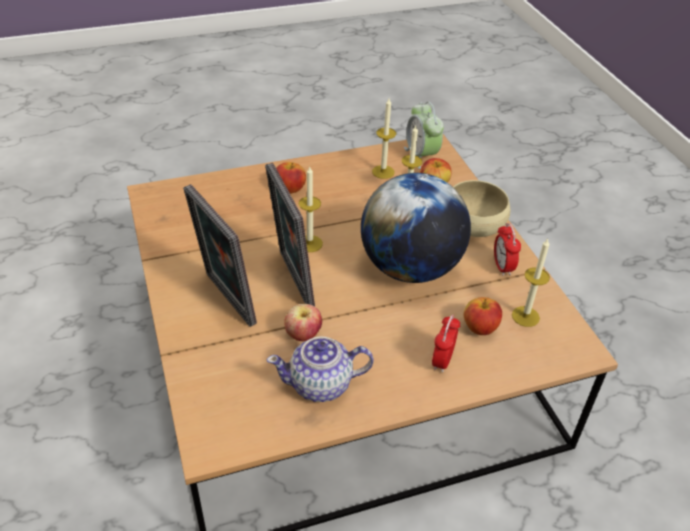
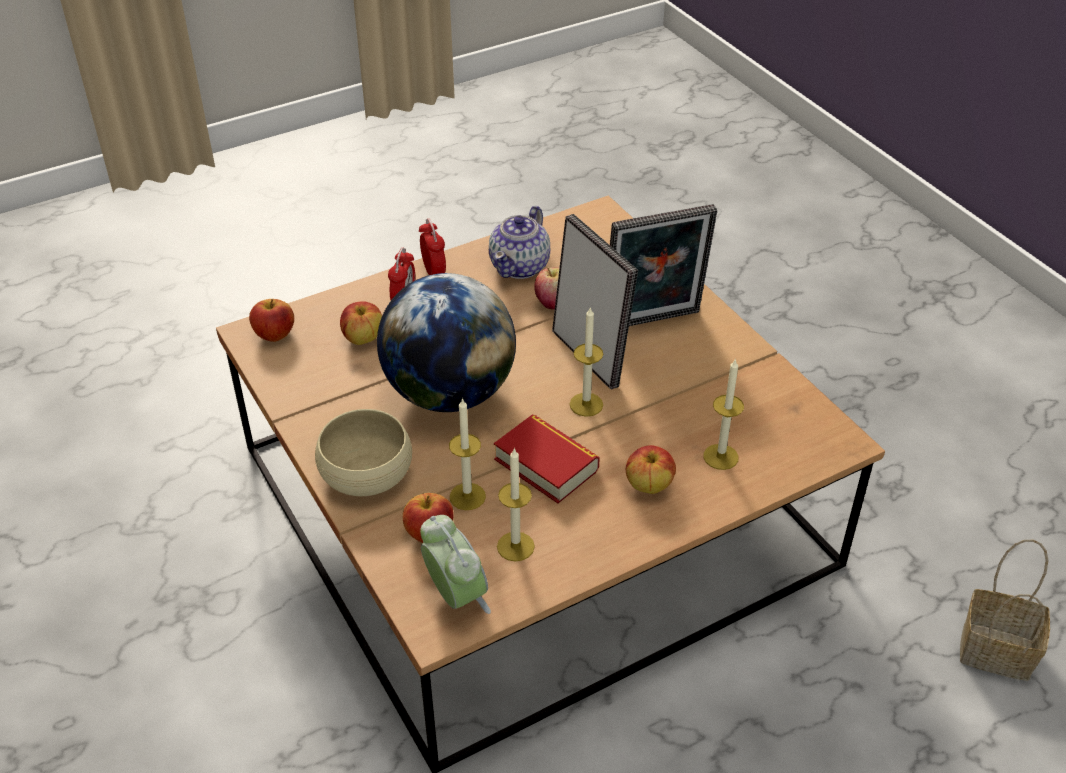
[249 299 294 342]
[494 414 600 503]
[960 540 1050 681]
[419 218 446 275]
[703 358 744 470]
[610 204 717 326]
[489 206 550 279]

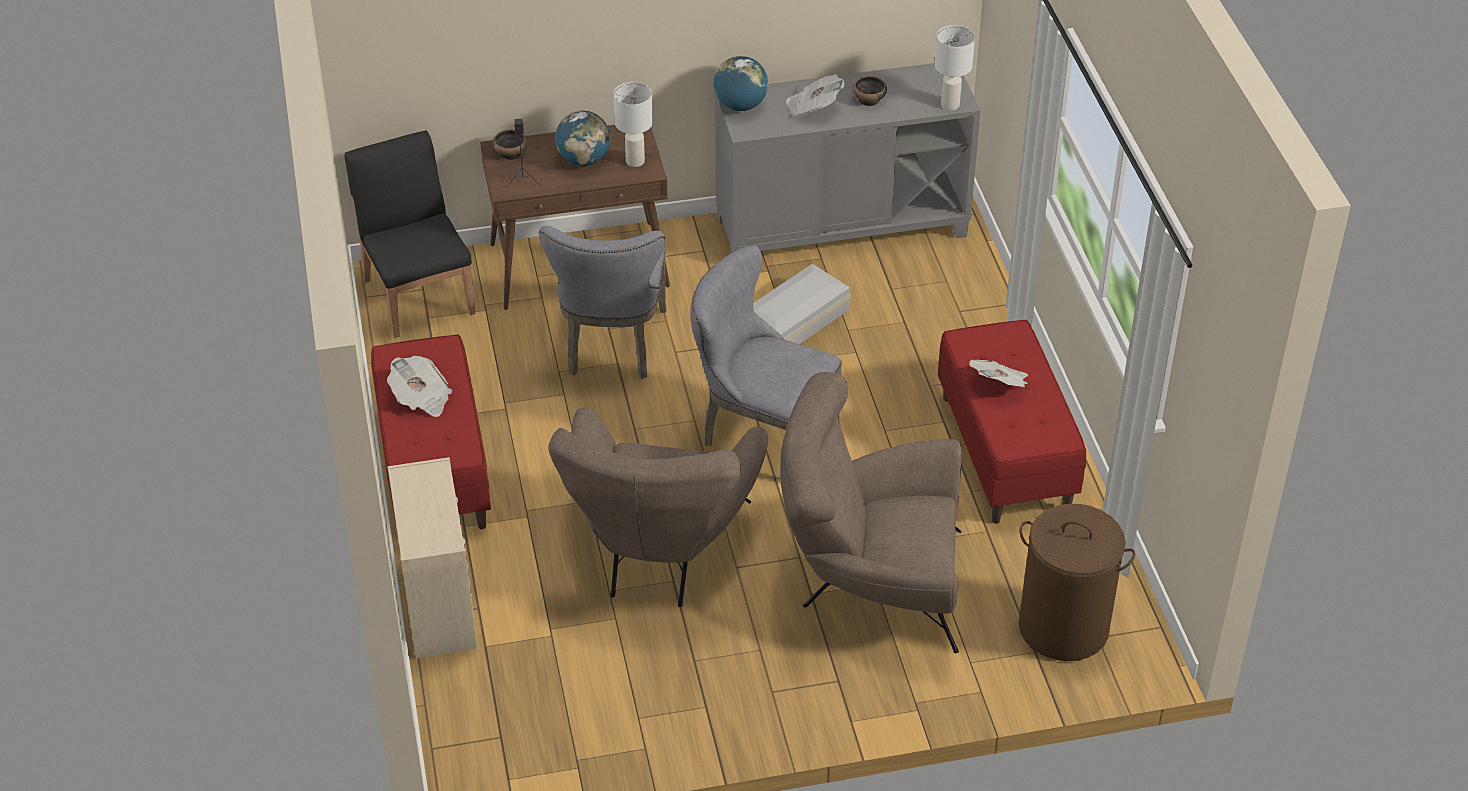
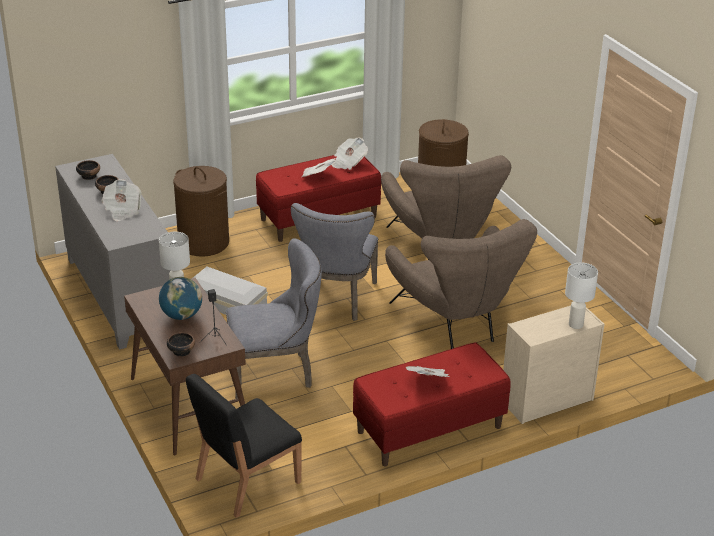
[713 56 768 111] (first image)
[76 160 100 180]
[173 166 229 257]
[332 138 368 170]
[565 263 598 329]
[385 219 537 349]

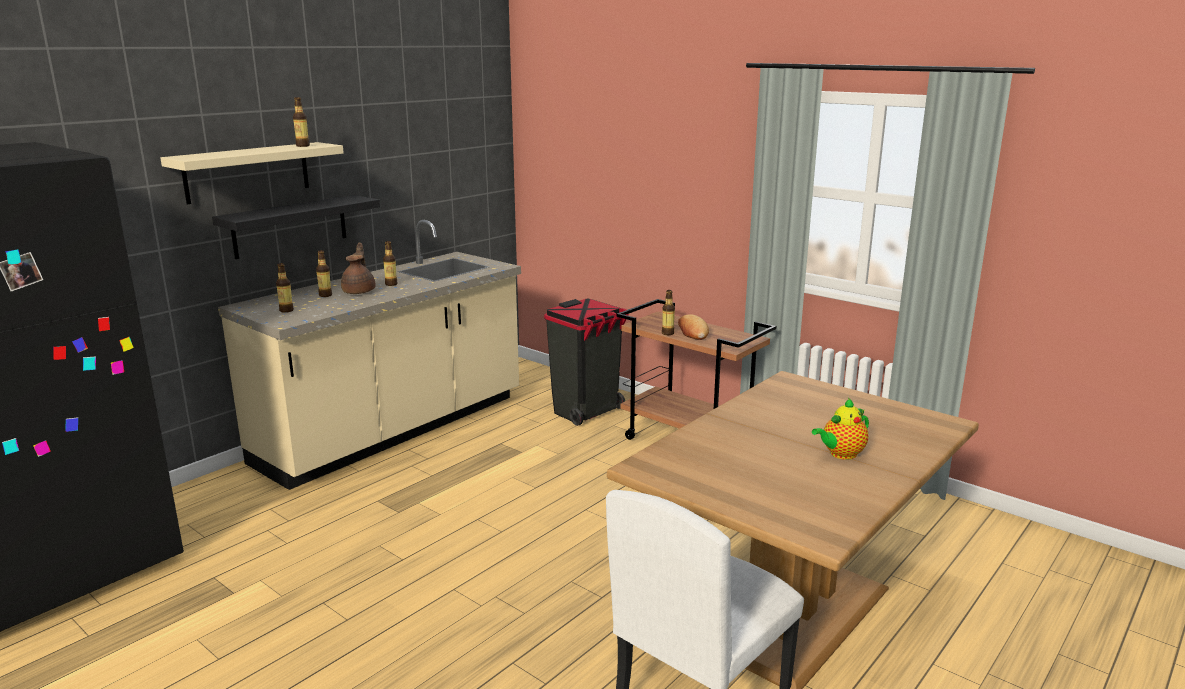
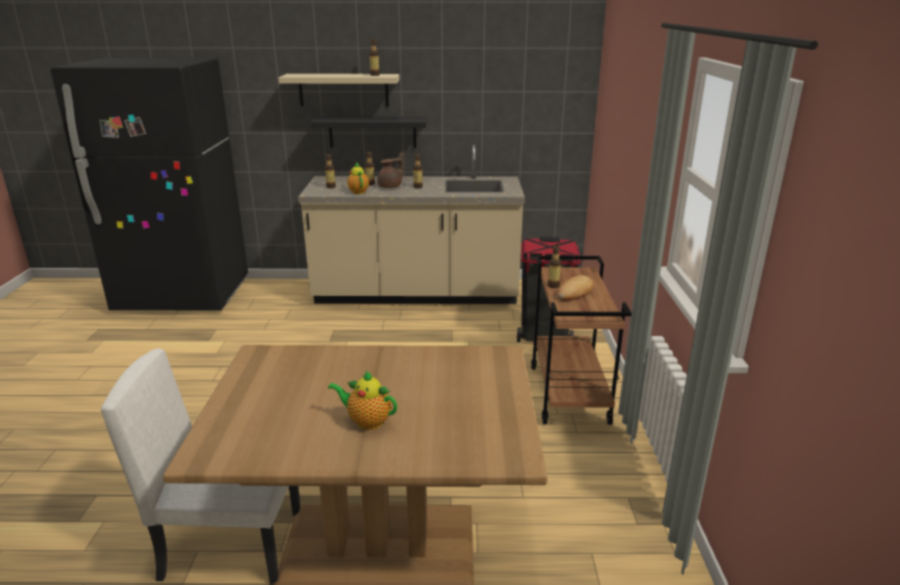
[347 163 369 194]

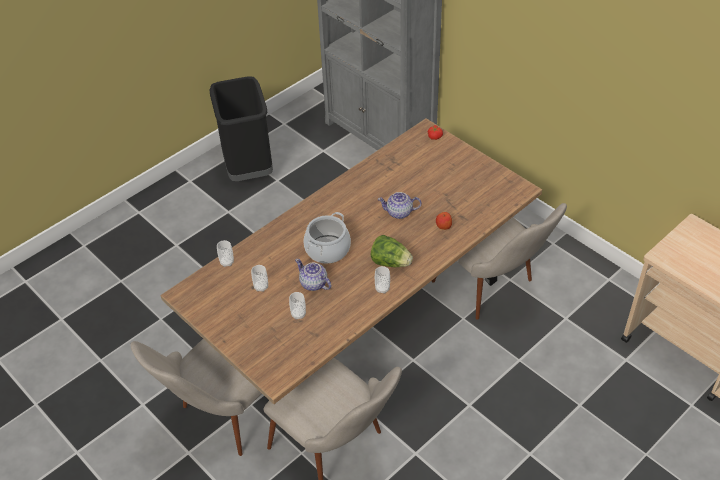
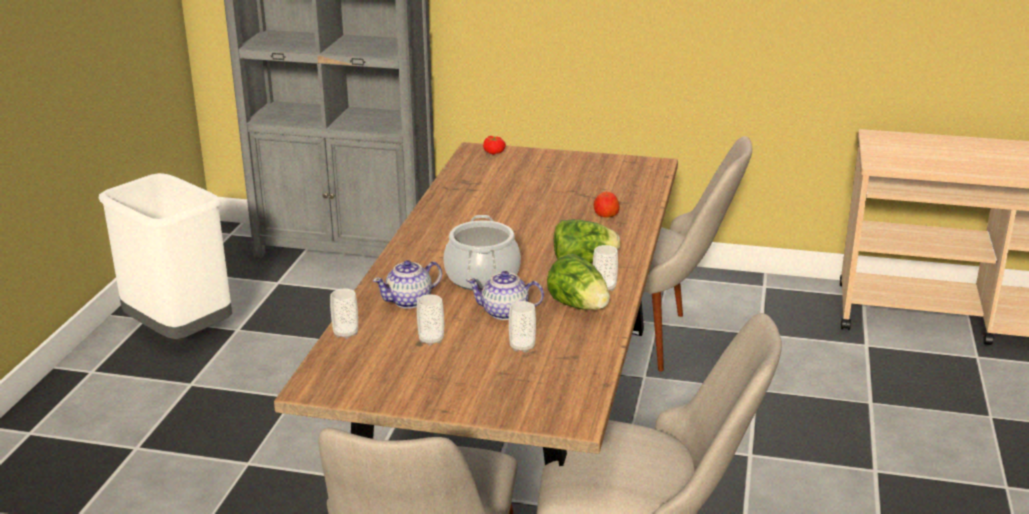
[547 254 610 310]
[373 260 442 309]
[99 173 232 339]

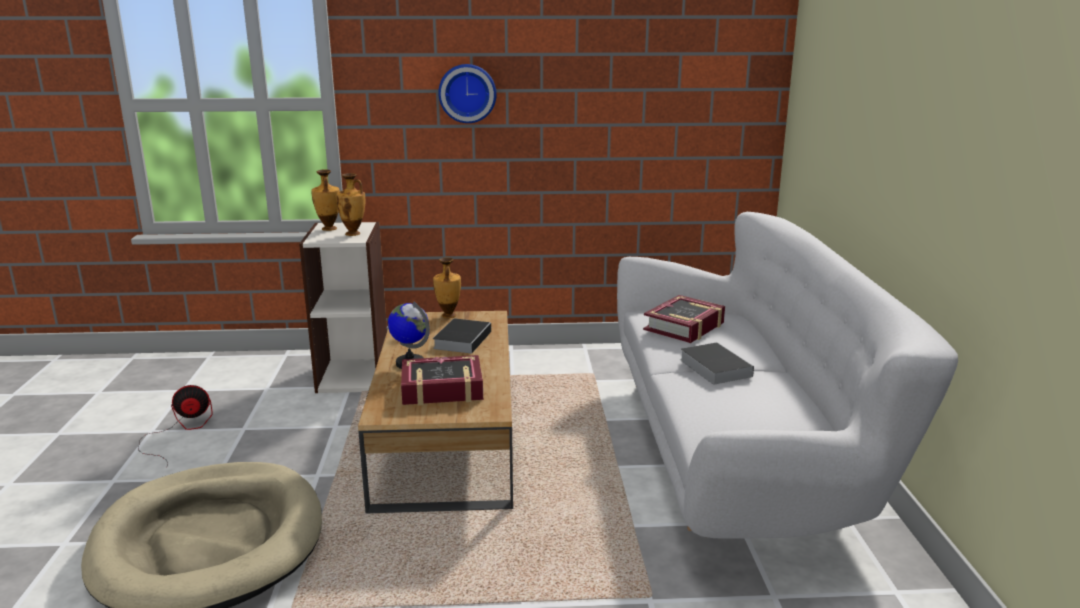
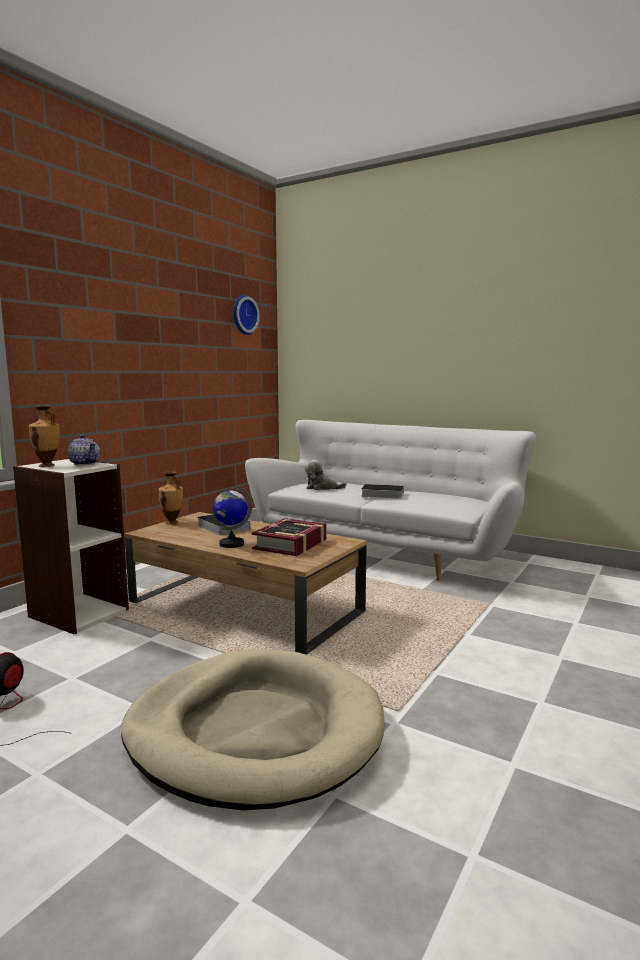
[233 295 260 335]
[67 435 100 465]
[305 460 346 490]

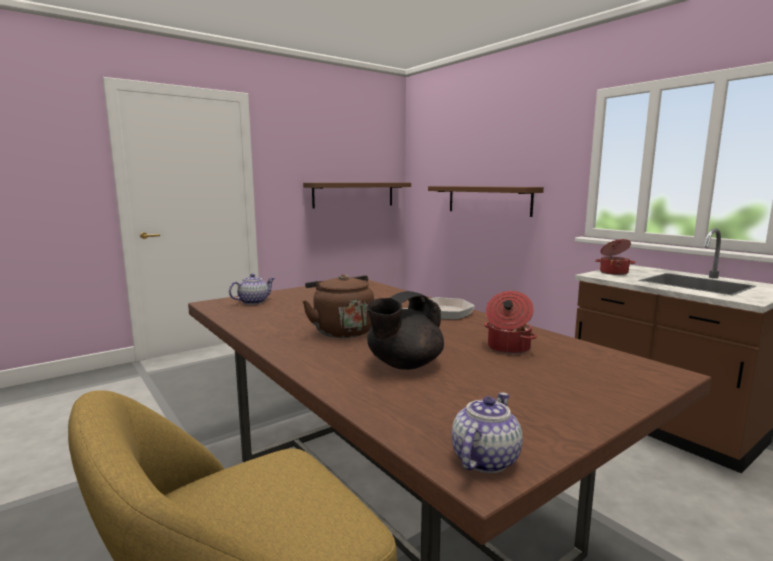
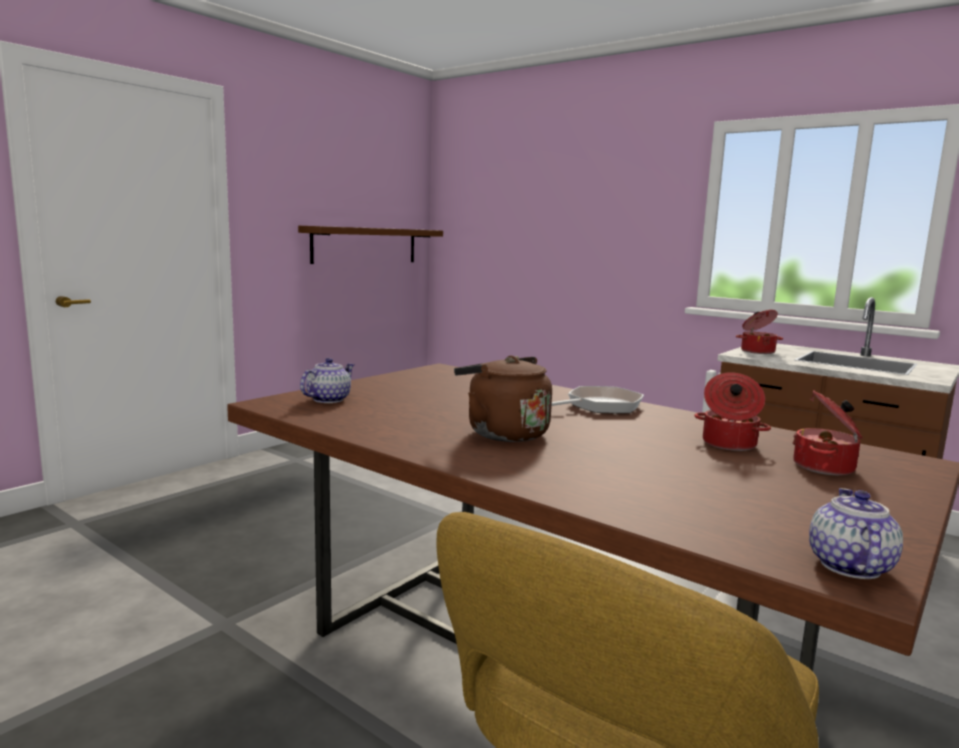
[367 291 444 370] (first image)
[428 186 544 217] (first image)
[792 390 862 475]

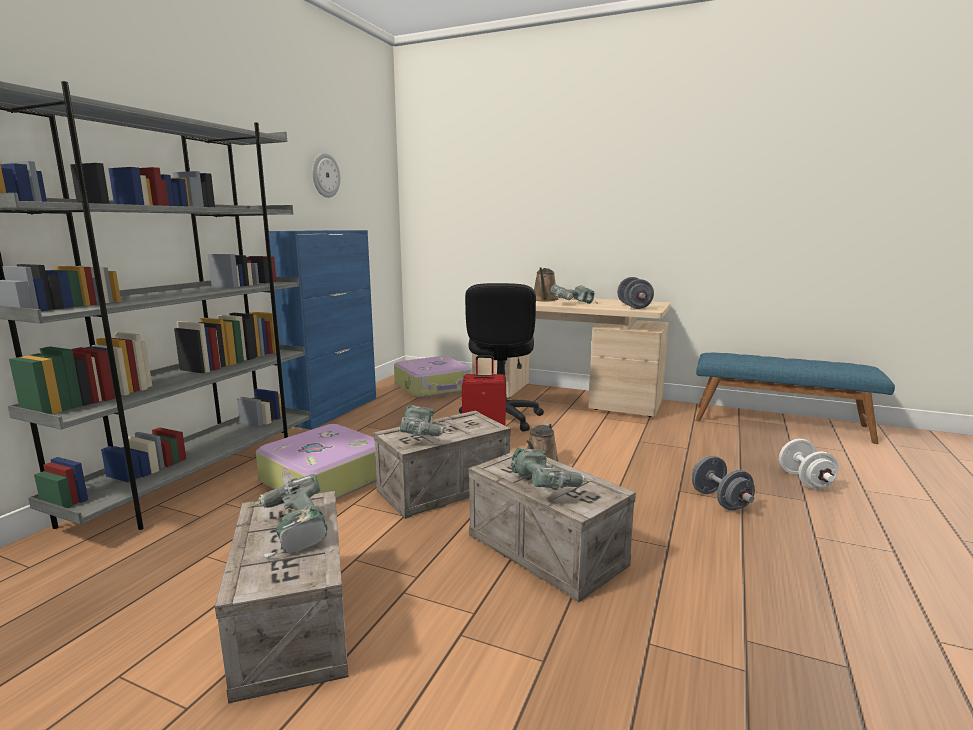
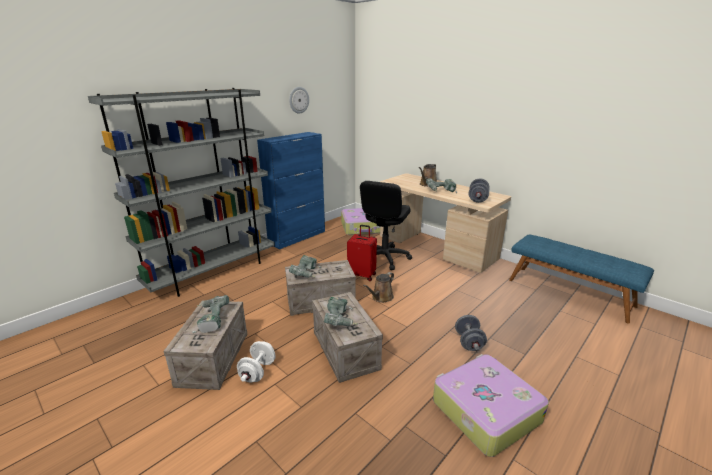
[433 354 549 457]
[237 341 276 382]

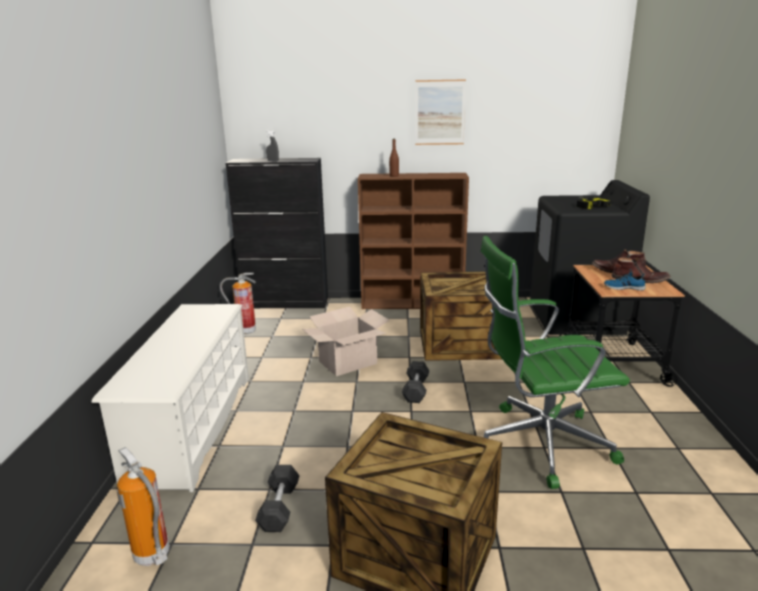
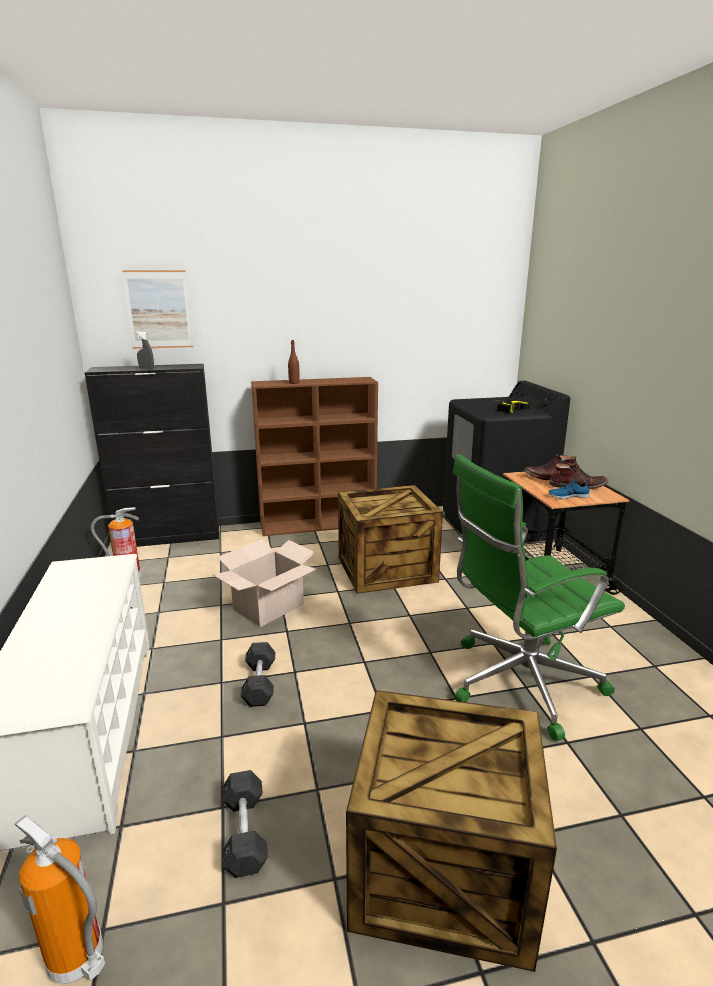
[241 642 275 707]
[122 270 193 349]

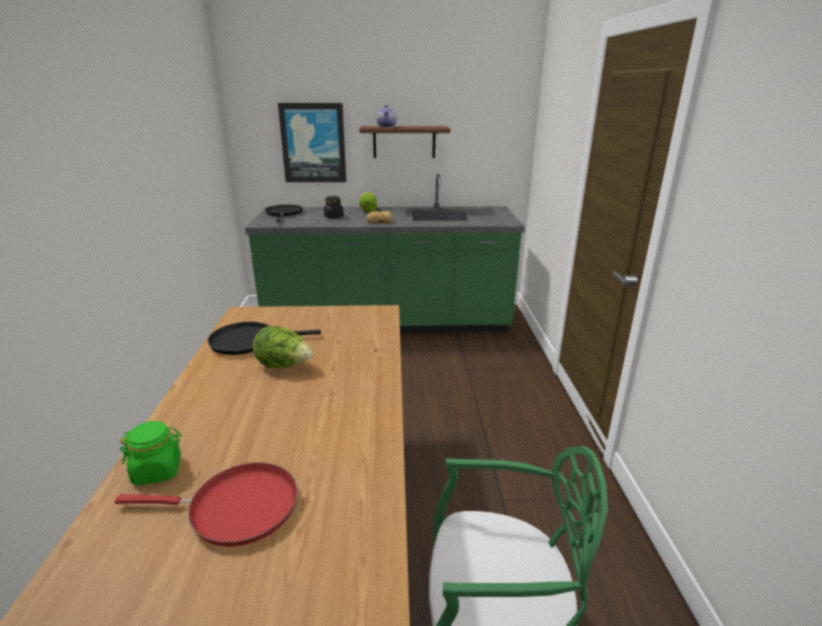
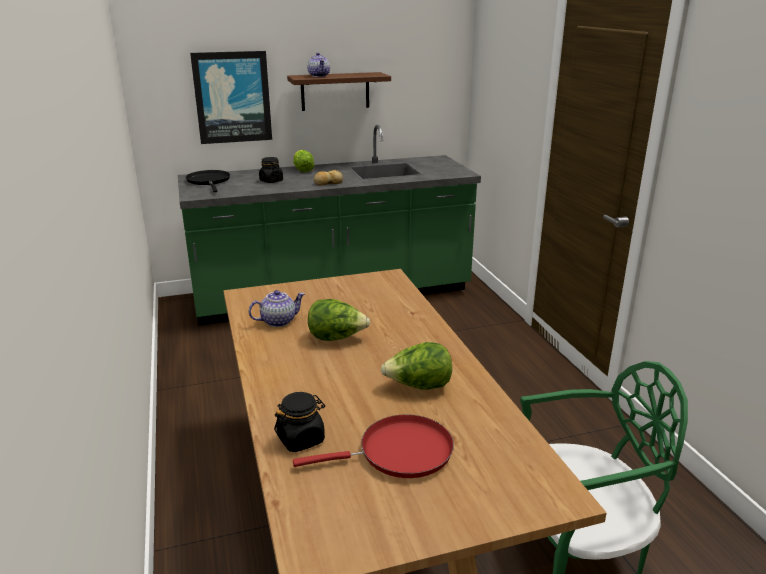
[381 342 452 390]
[249 290 305 327]
[274 392 325 452]

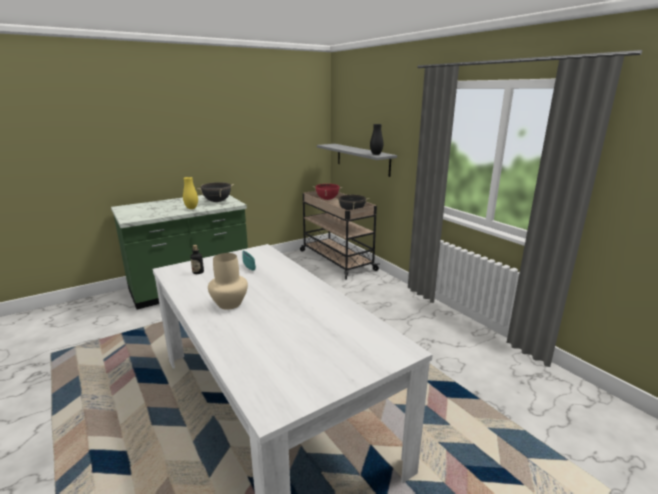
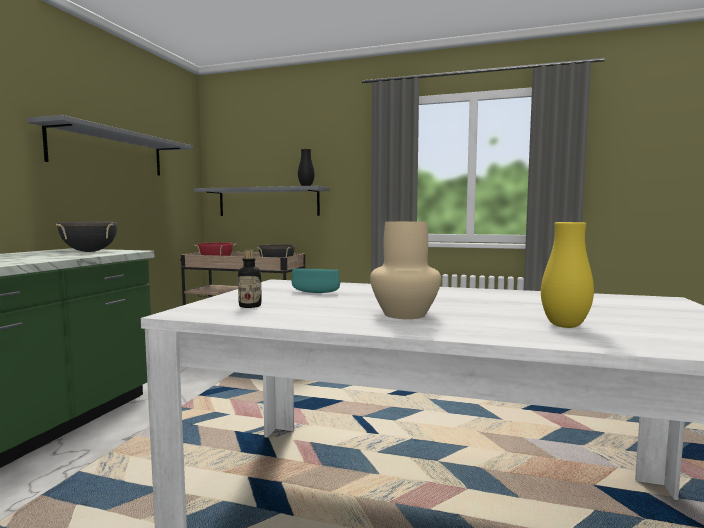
[27 115 193 176]
[541 222 594 328]

